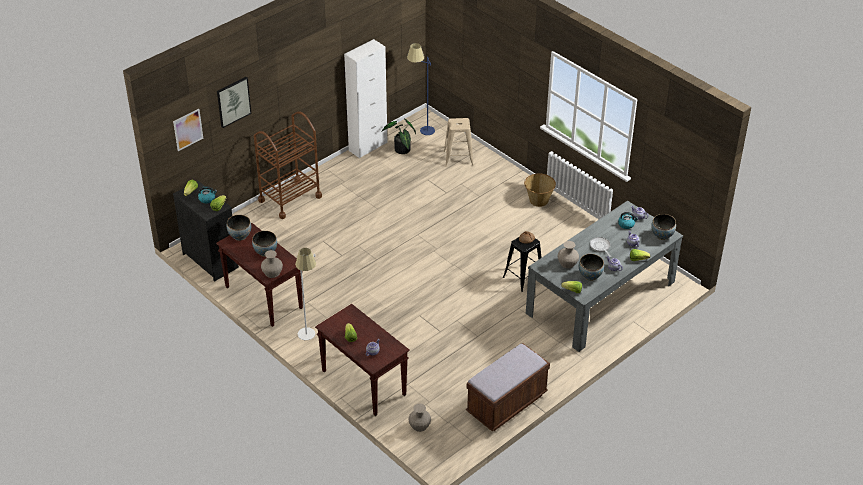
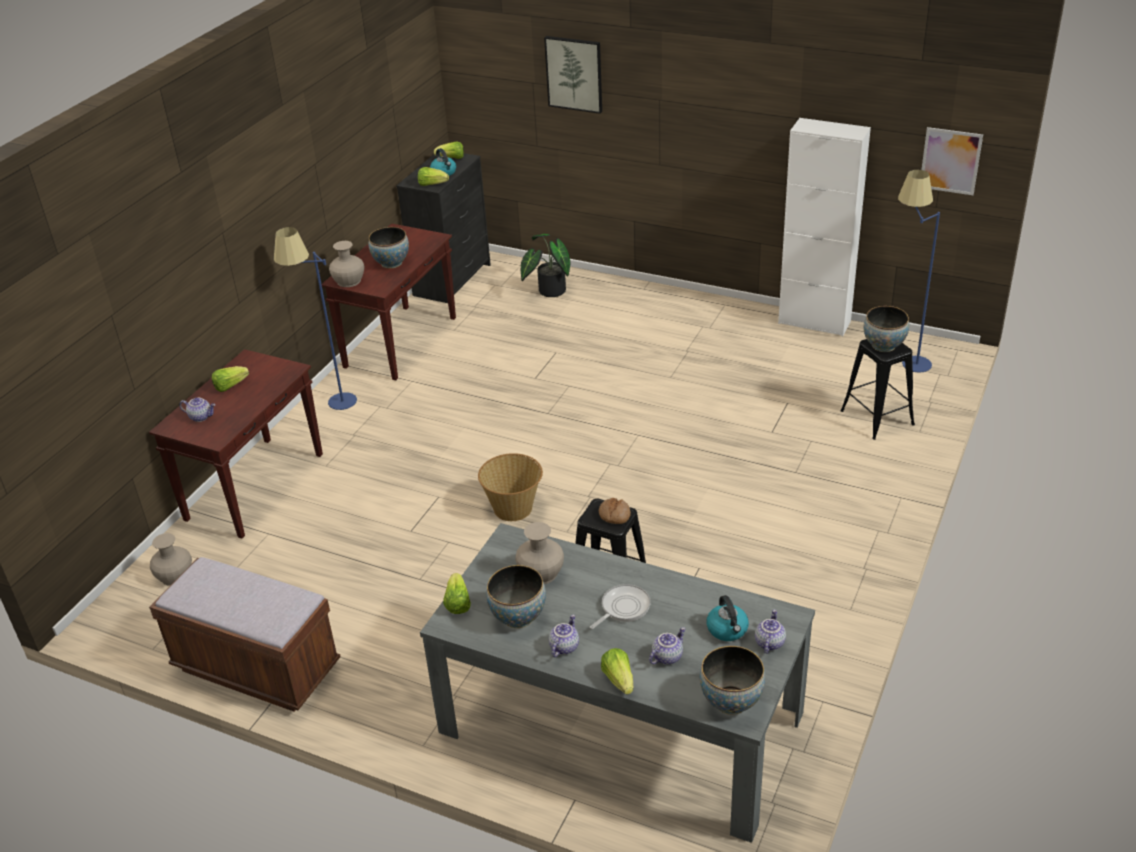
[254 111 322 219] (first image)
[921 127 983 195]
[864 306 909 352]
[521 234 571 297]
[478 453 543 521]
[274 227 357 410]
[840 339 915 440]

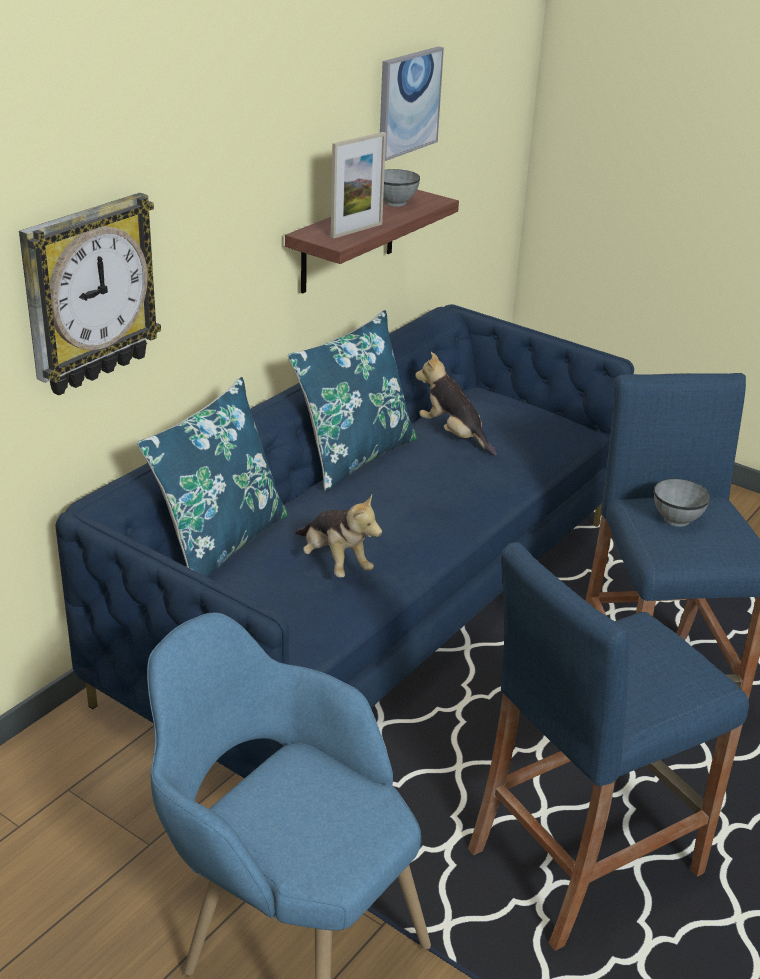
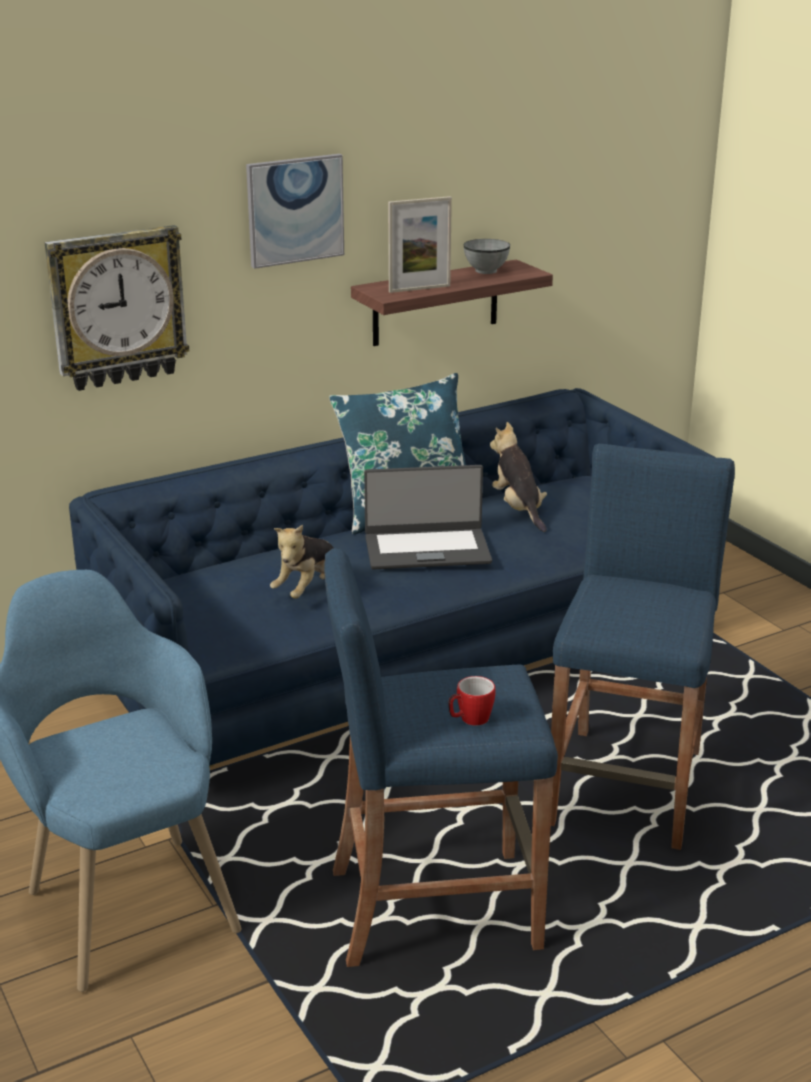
[137 377 288 578] (first image)
[654 479 710 527] (first image)
[364 465 492 569]
[448 676 496 726]
[246 154 344 269]
[270 525 333 599]

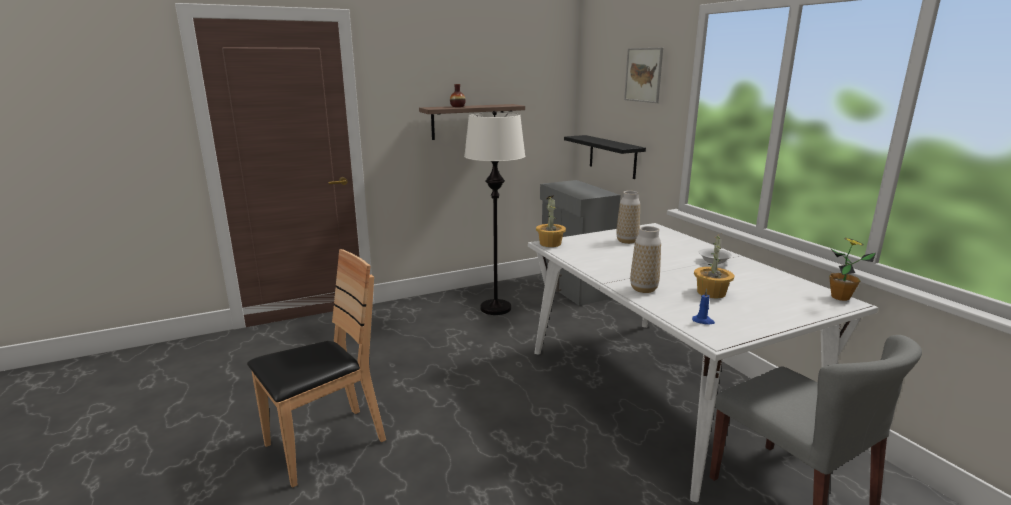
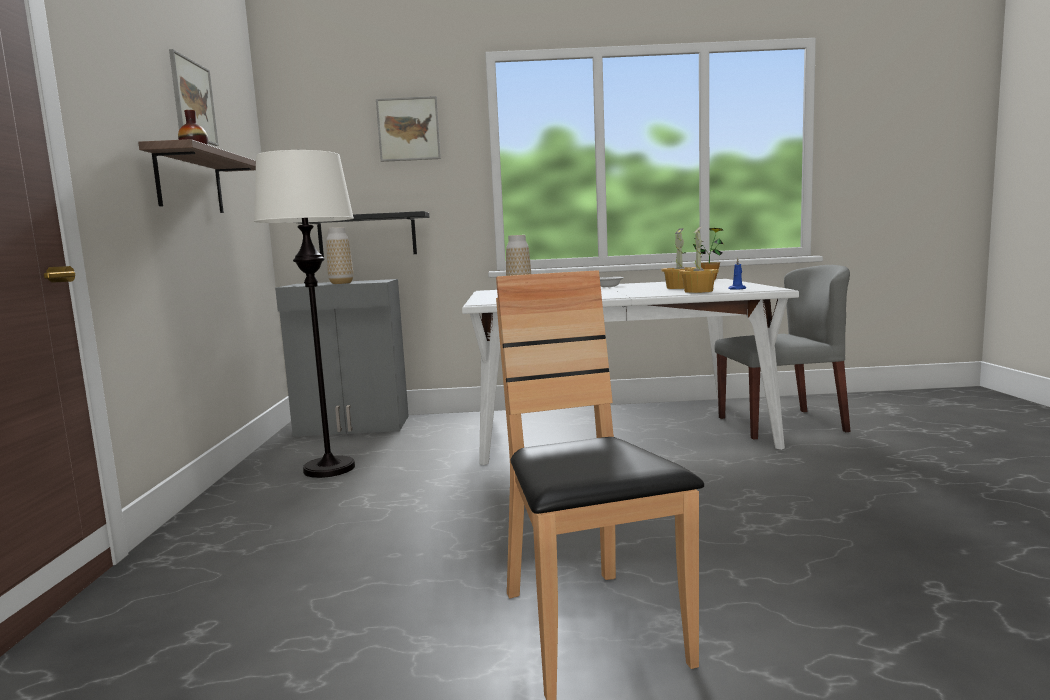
[169 49 219 146]
[679 227 718 293]
[326 227 353 284]

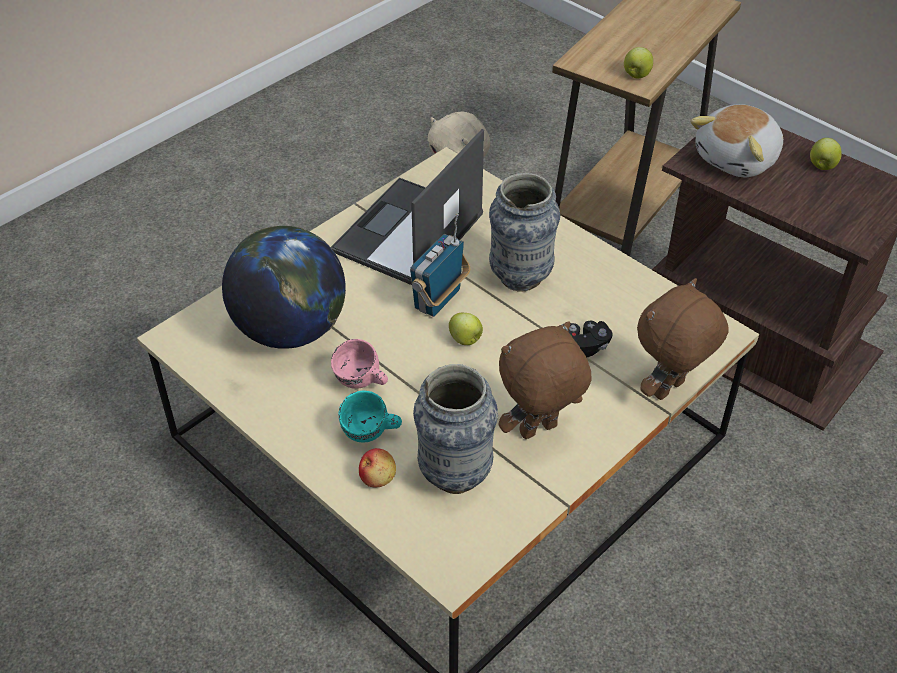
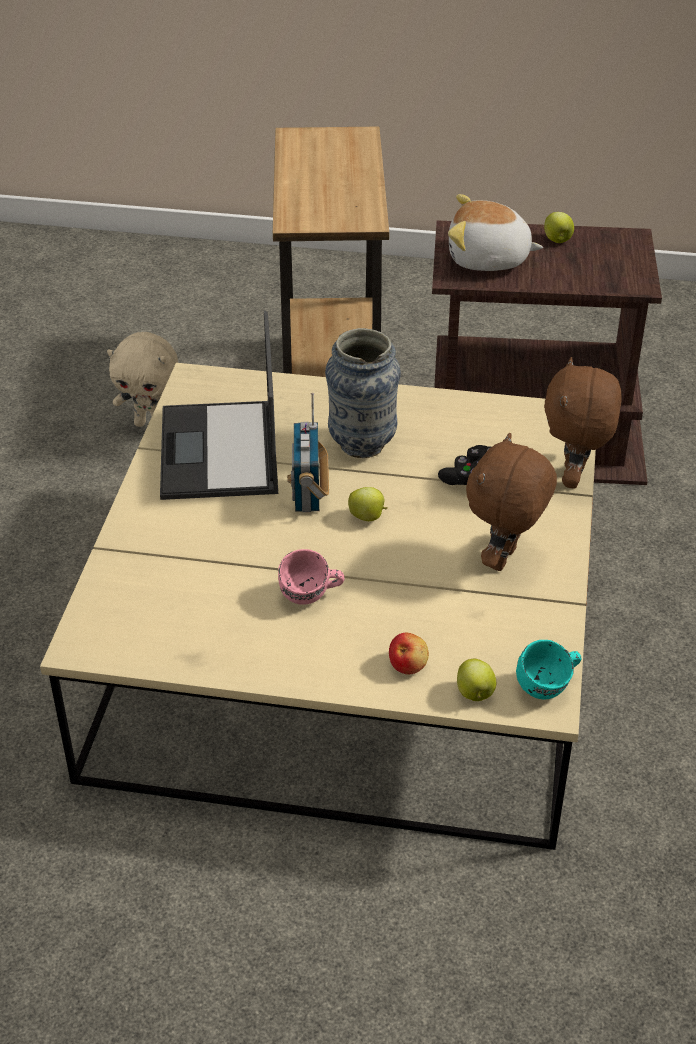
[222 226 346 349] (first image)
[413 364 498 494] (first image)
[516 640 581 699]
[457 658 496 701]
[448 194 543 271]

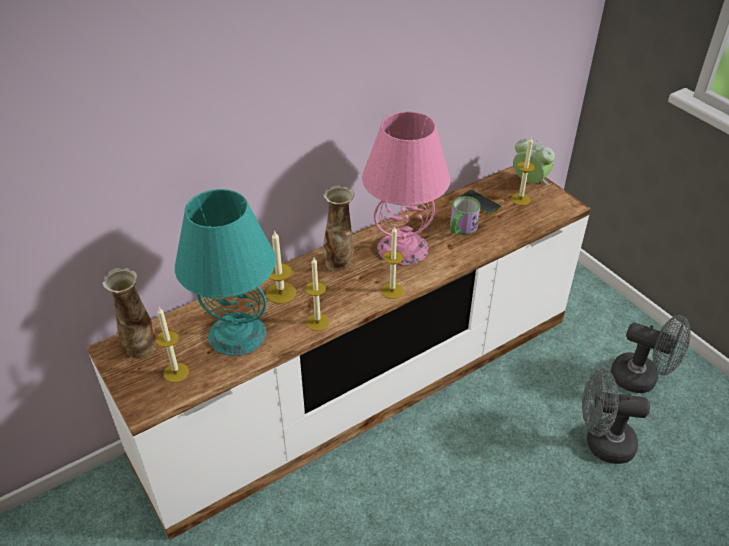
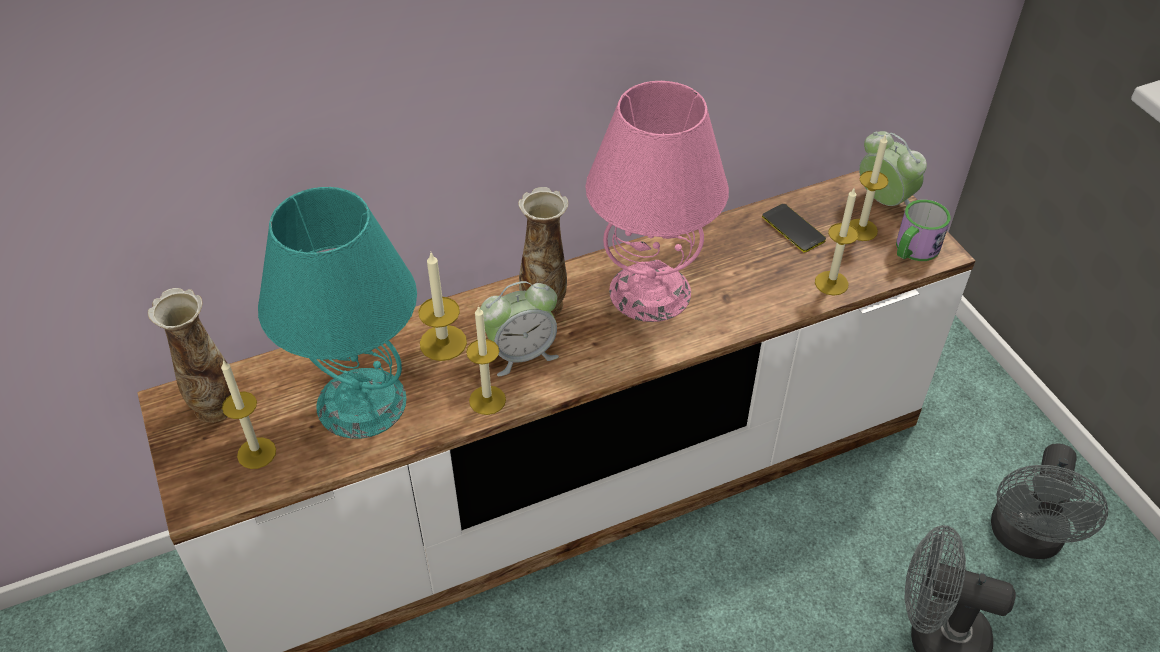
[480 281 559 376]
[815 187 858 295]
[896 199 951 261]
[991 443 1108 559]

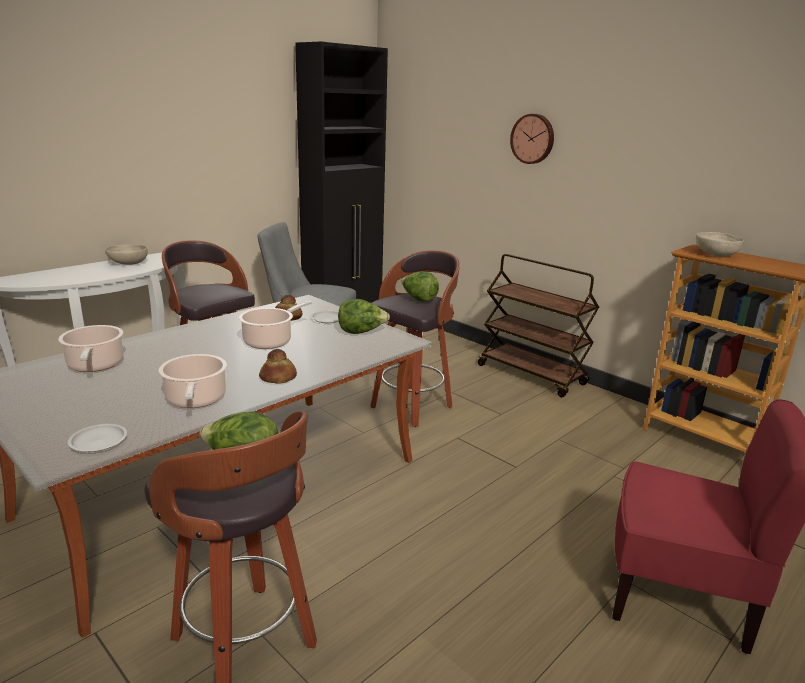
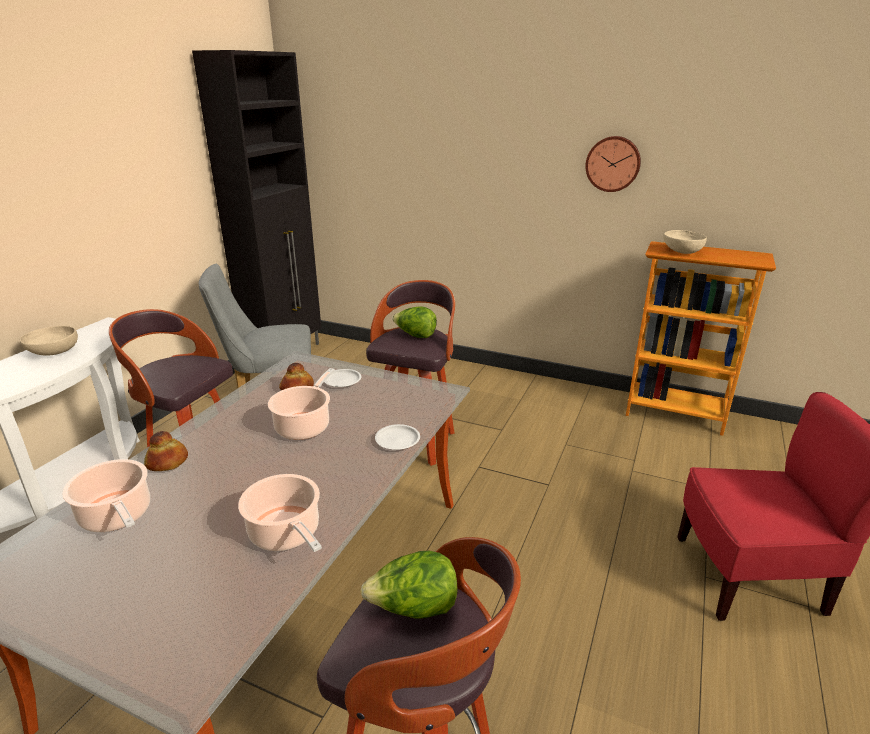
[338 299 390 334] (first image)
[478 254 599 397] (first image)
[375 424 420 450]
[144 431 188 471]
[585 136 641 192]

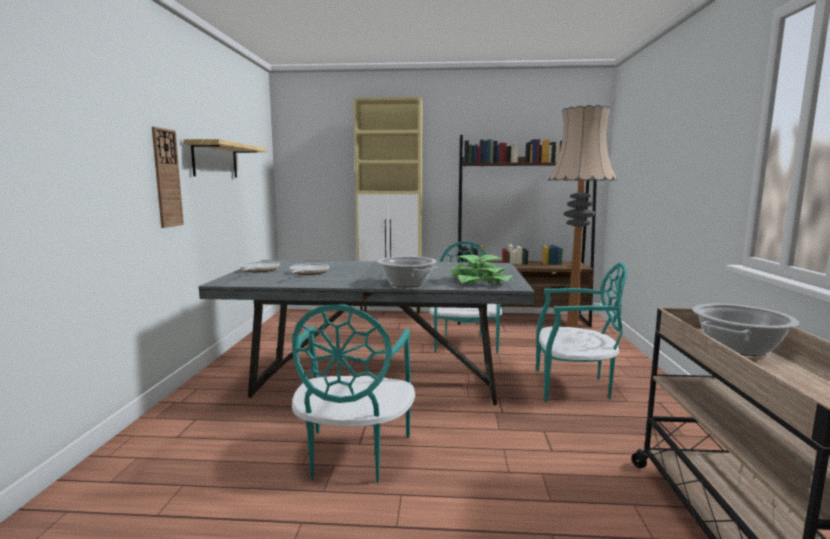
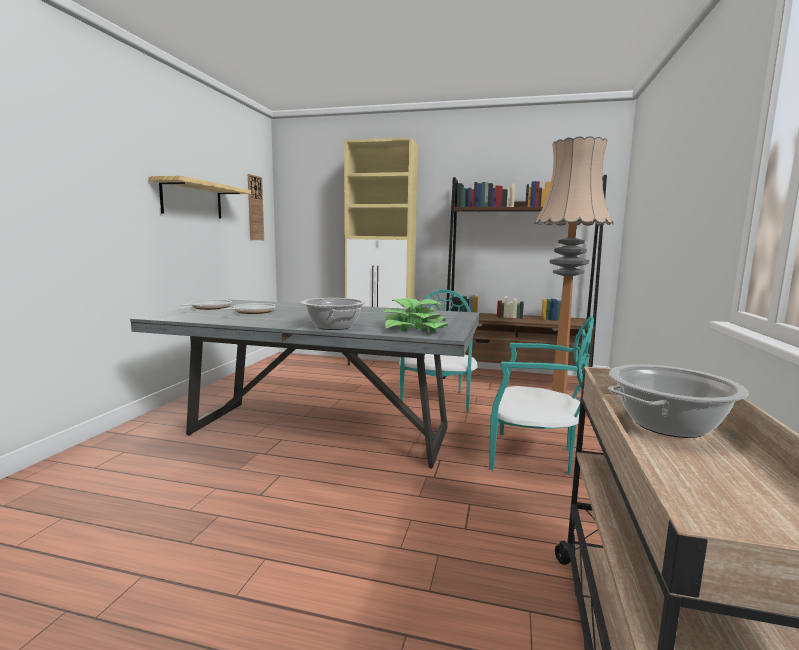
[292 304 415 483] (first image)
[248 174 264 240]

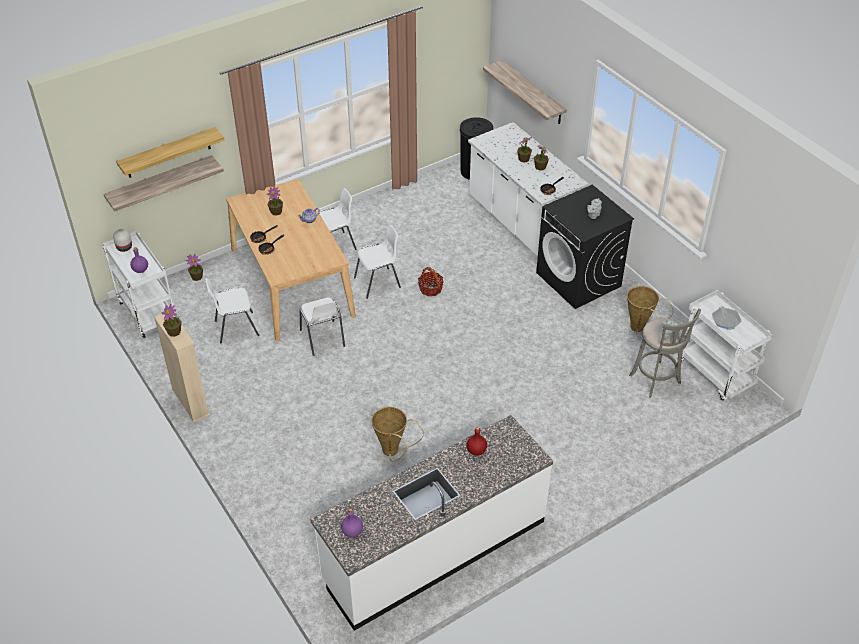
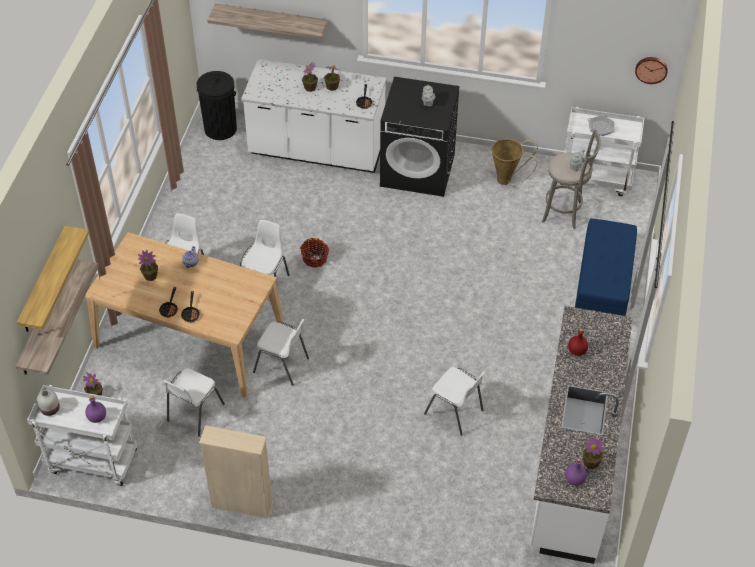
[575 219 637 316]
[635 57 668 84]
[583 436 605 469]
[424 367 485 436]

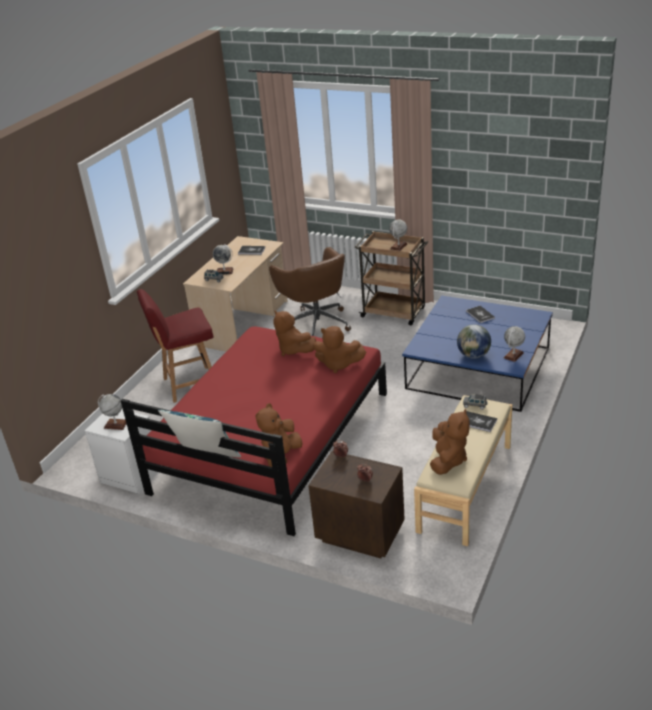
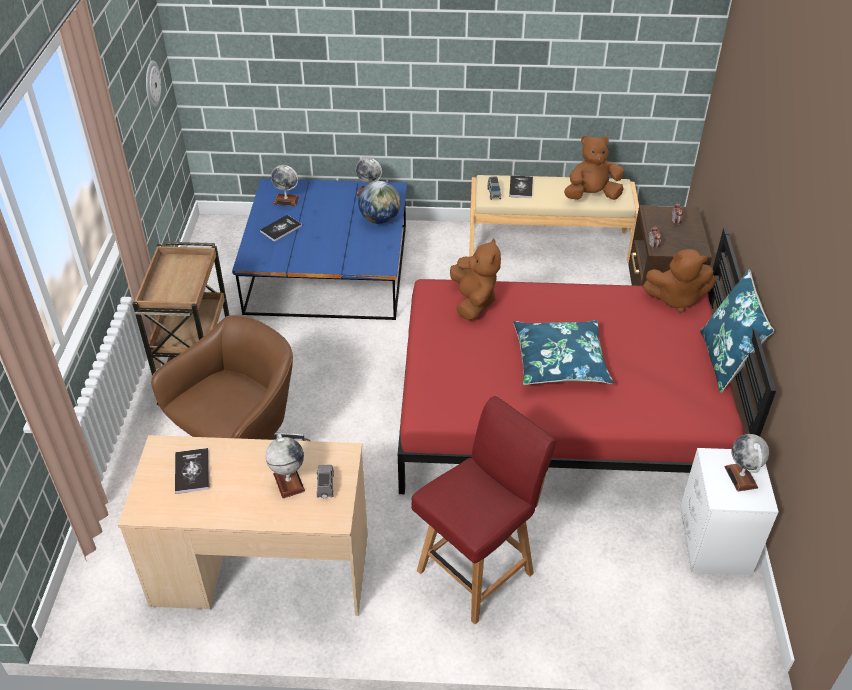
[273 311 316 356] (first image)
[146 61 161 108]
[513 320 614 385]
[271 165 299 206]
[411 396 556 624]

